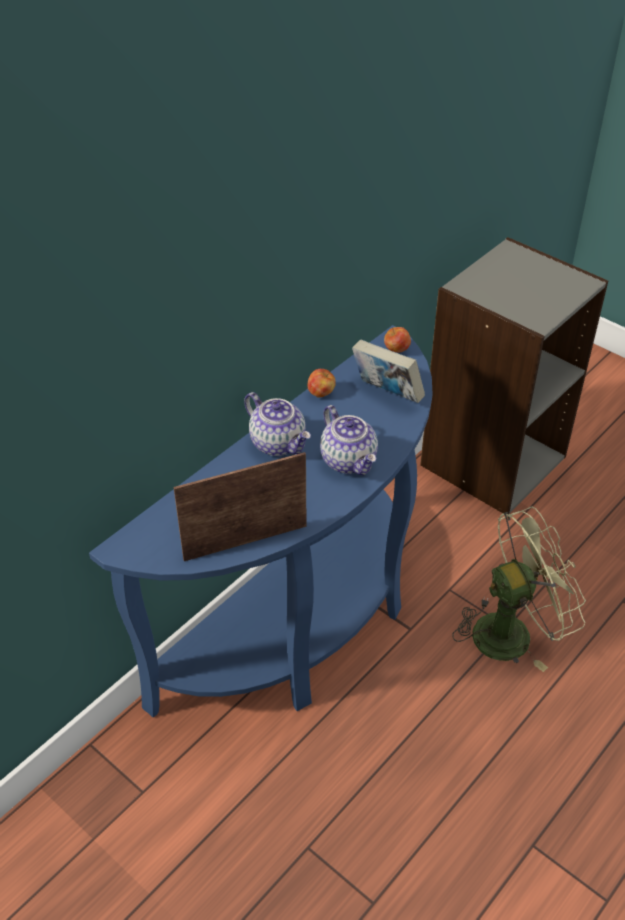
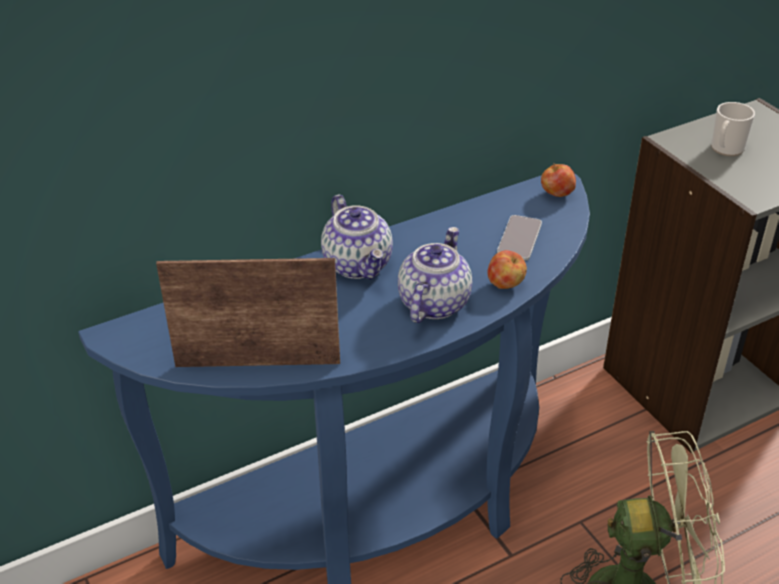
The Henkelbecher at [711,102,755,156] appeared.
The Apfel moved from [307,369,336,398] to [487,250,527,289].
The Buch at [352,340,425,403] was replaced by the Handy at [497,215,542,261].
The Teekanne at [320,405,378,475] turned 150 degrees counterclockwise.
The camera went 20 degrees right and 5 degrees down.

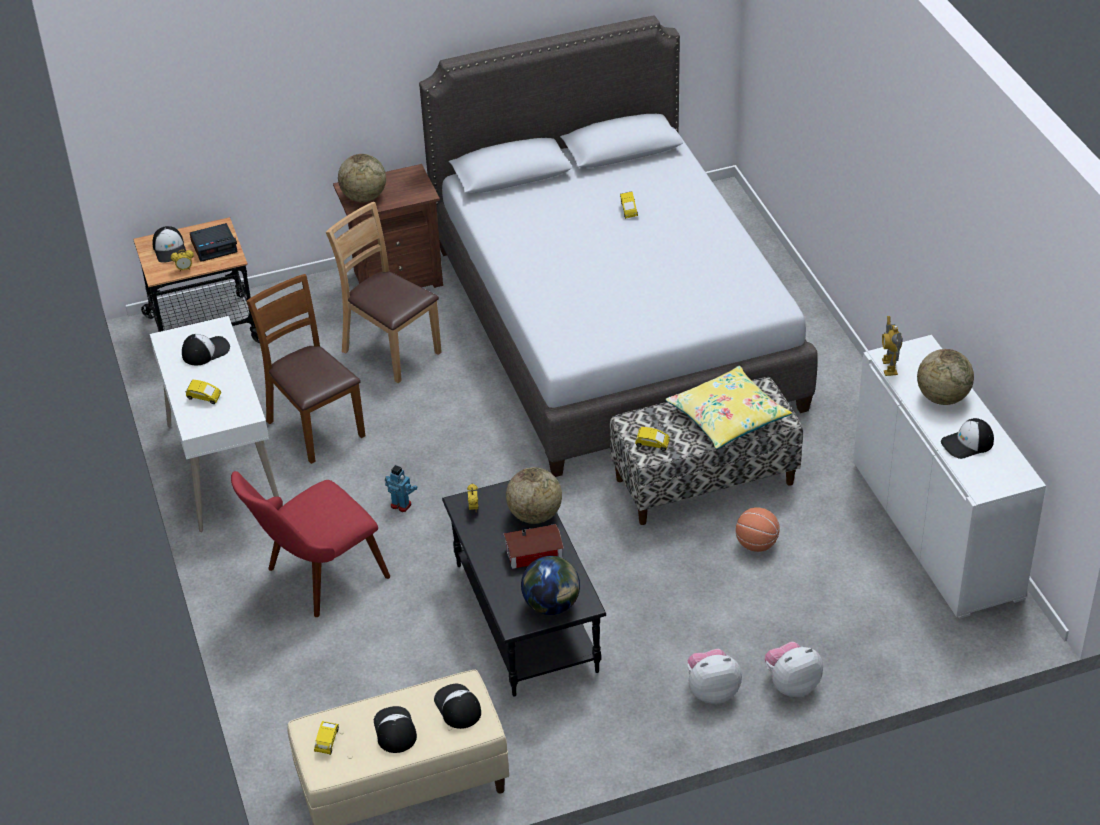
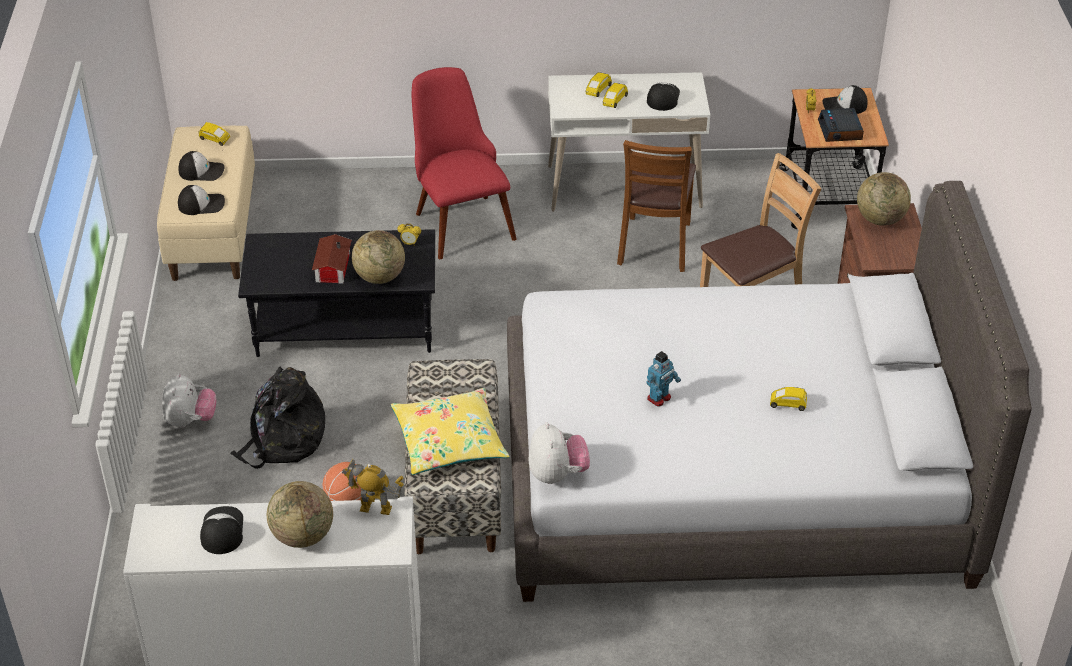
The Globus at [521,556,580,615] disappeared.
The Rucksack (schwarz) at [231,367,325,469] appeared.
The Spielzeugroboter moved from [385,465,418,512] to [646,351,681,407].
The Spielzeugauto (gelb) moved from [635,427,670,451] to [603,83,628,108].
The Plüschtier moved from [765,642,823,697] to [529,422,590,484].
The Kappe at [182,334,230,365] turned 150 degrees counterclockwise.
The Stuhl (braun) at [246,274,365,464] turned 120 degrees clockwise.
The camera went 105 degrees right and 0 degrees up.

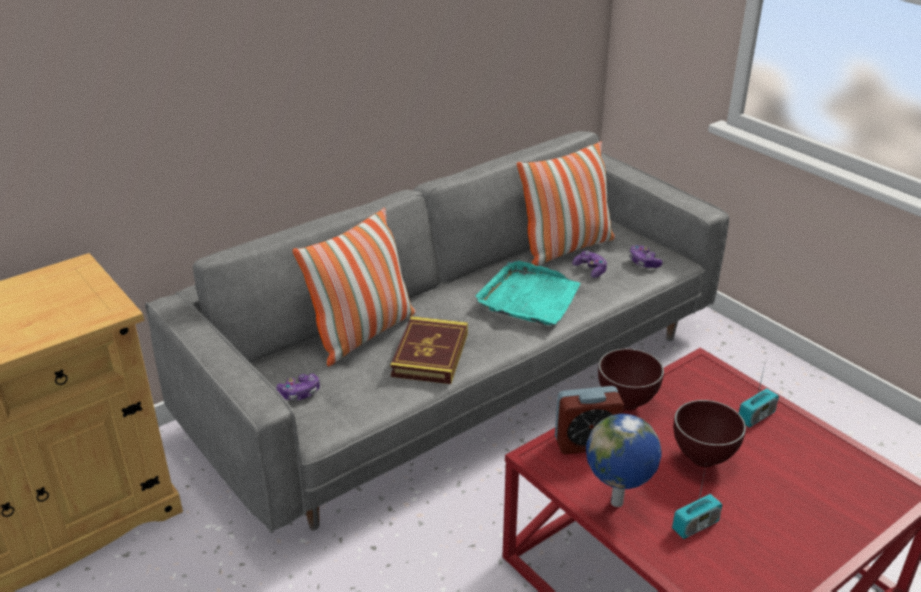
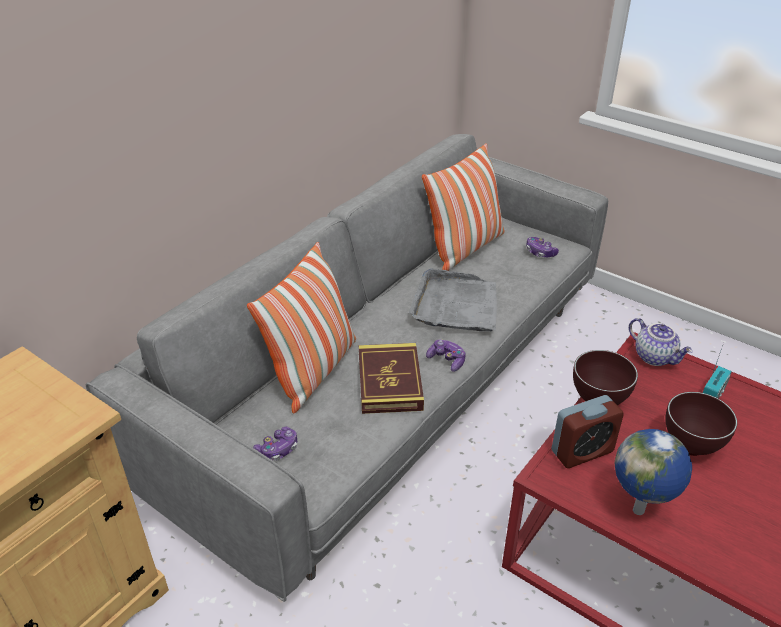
The Radio at [672,466,722,539] disappeared.
The Teekanne at [629,318,693,366] appeared.
The Gamepad moved from [572,251,607,278] to [426,339,465,372].
The Tablett (türkis) at [476,260,581,326] became the Tablett (grau) at [409,269,497,331].
The camera went 15 degrees left and 5 degrees up.

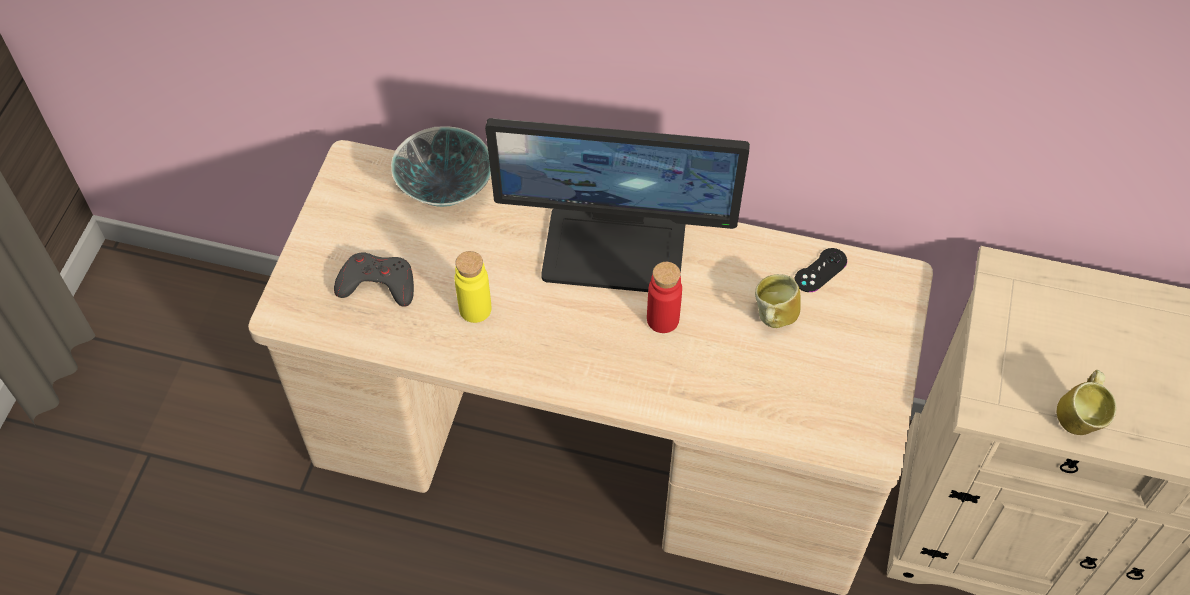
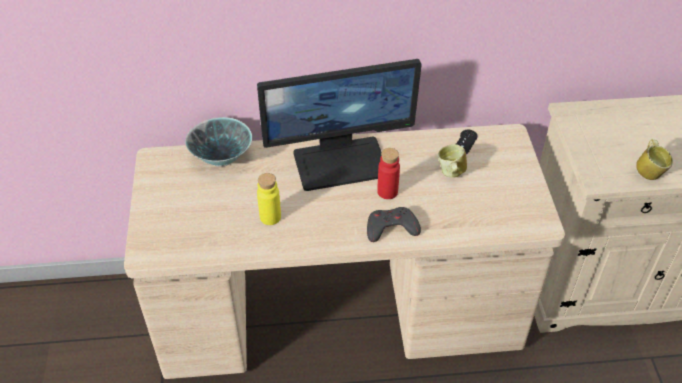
The Gamepad (grau) moved from [334,253,414,306] to [367,207,421,242].
The camera went 20 degrees left and 10 degrees down.

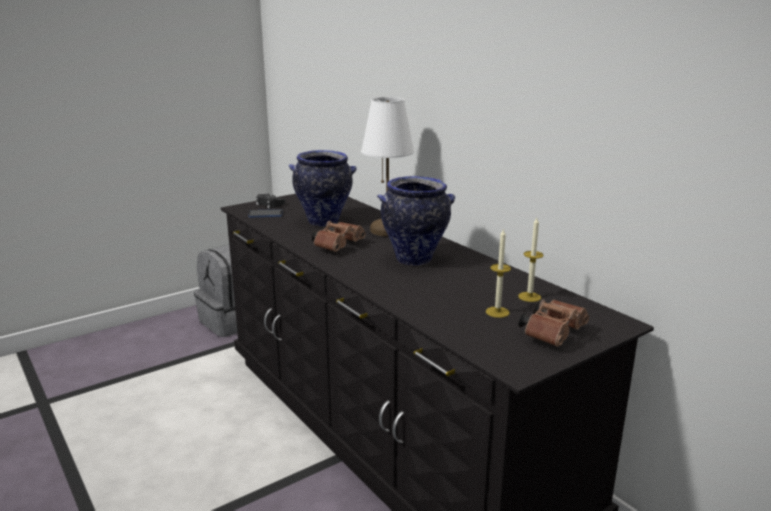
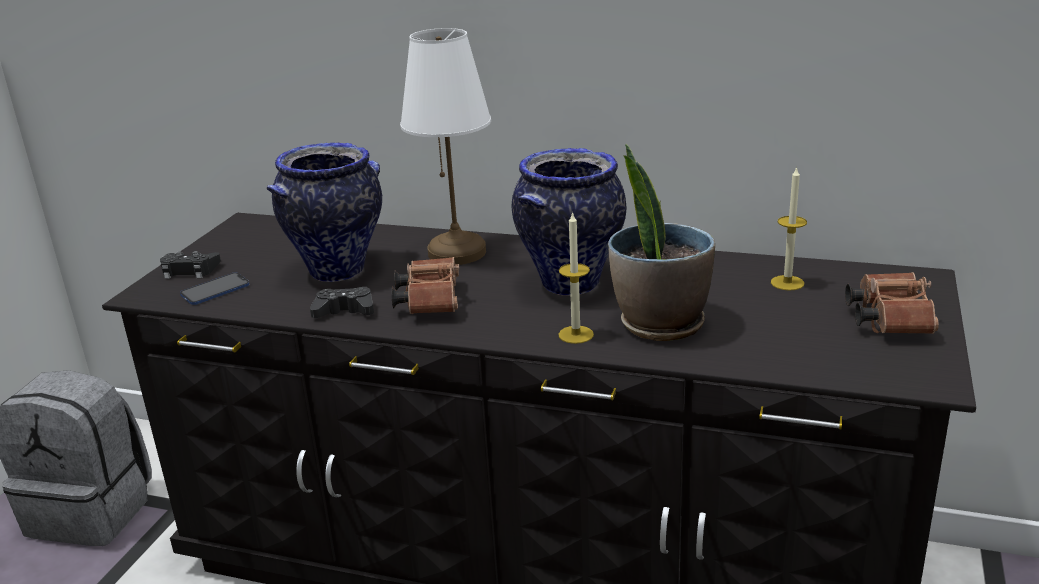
The Gamepad (schwarz) at [310,287,374,318] appeared.
The Topfpflanze at [608,144,715,341] appeared.
The Kerze moved from [486,228,511,318] to [558,211,594,344].
The camera went 35 degrees left and 5 degrees up.

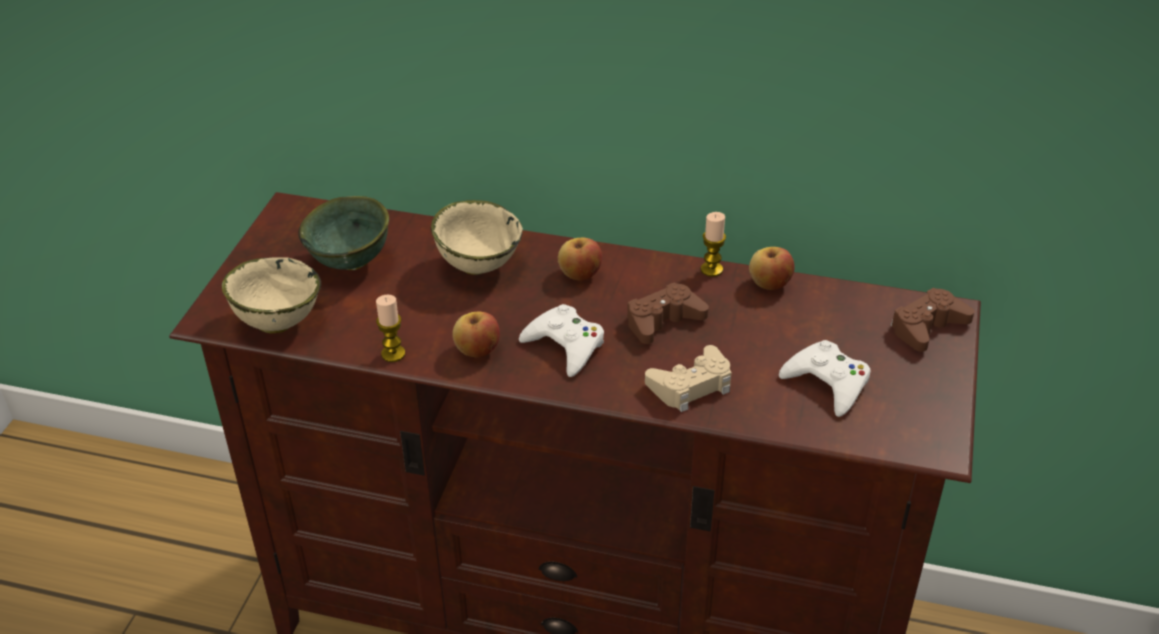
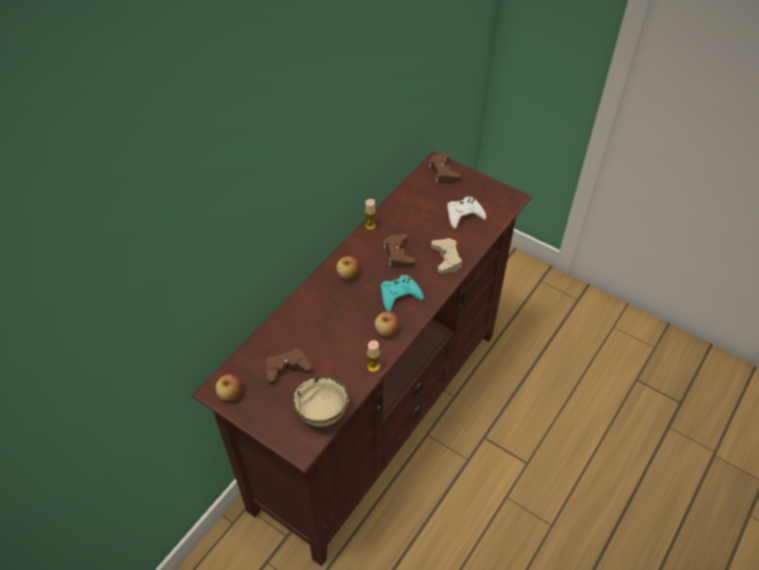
The Schüssel (beige) at [431,200,523,275] disappeared.
The Apfel moved from [749,247,795,290] to [216,374,242,401].
The Schüssel (grün) at [298,196,389,270] was replaced by the Gamepad (braun) at [266,348,312,385].
The Gamepad (weiß) at [519,304,604,377] became the Gamepad (türkis) at [381,275,424,312].
The camera went 70 degrees left and 10 degrees up.

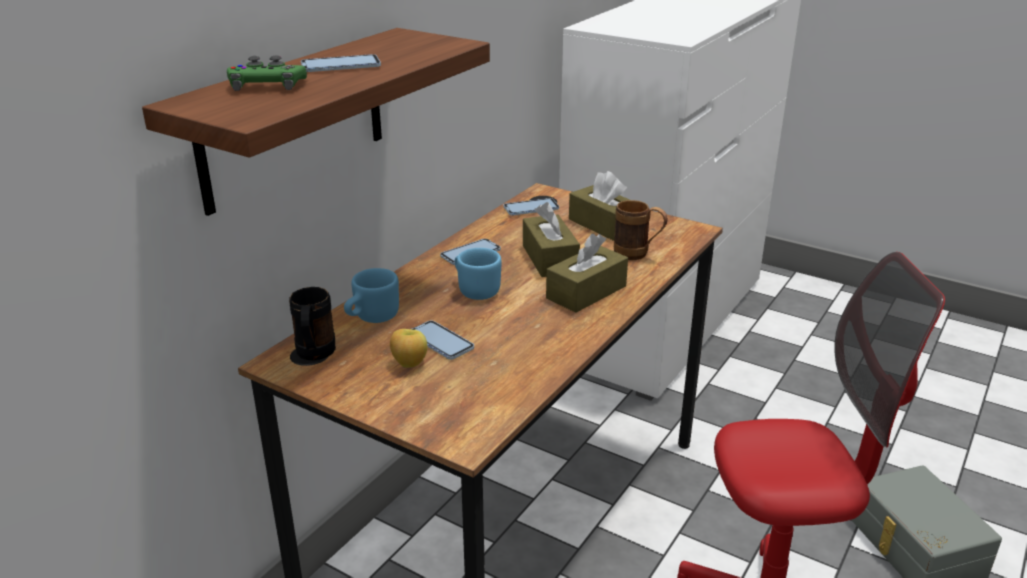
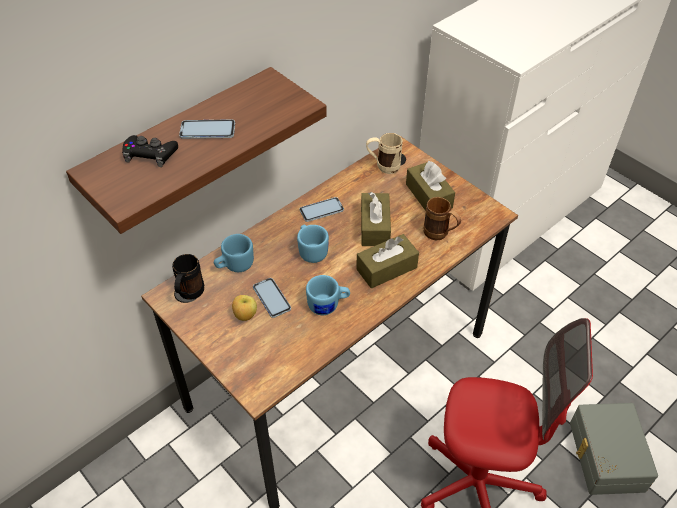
The Henkelbecher (blau) at [306,275,350,315] appeared.
The Handy at [504,198,559,216] was replaced by the Henkelbecher (beige) at [366,133,403,174].
The Gamepad (grün) at [227,56,307,91] became the Gamepad (schwarz) at [122,135,178,167].
The camera went 15 degrees right and 20 degrees up.

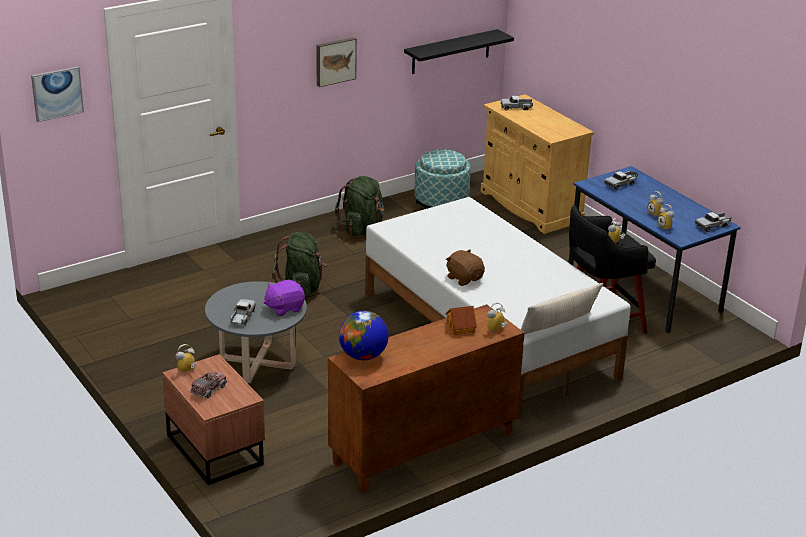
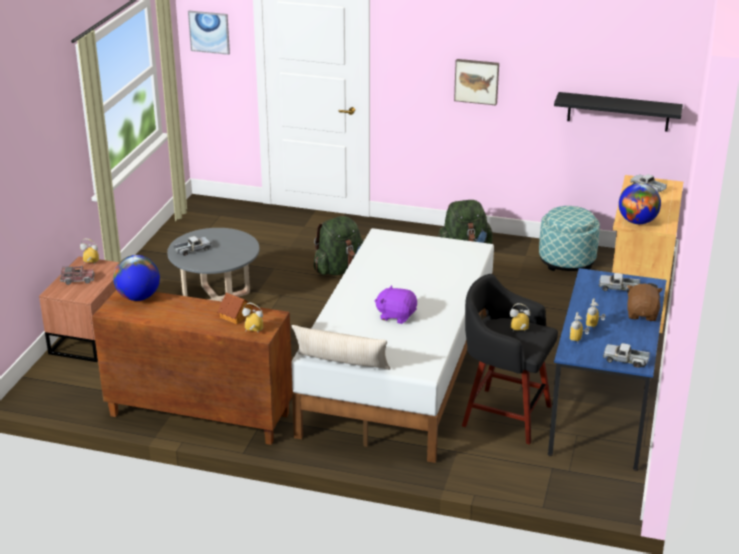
The Globus at [619,183,661,224] appeared.
The Plüschtier (lila) moved from [264,280,305,316] to [374,285,417,324].
The Plüschtier (braun) moved from [446,250,485,286] to [627,284,663,321].
The camera went 50 degrees right and 0 degrees up.

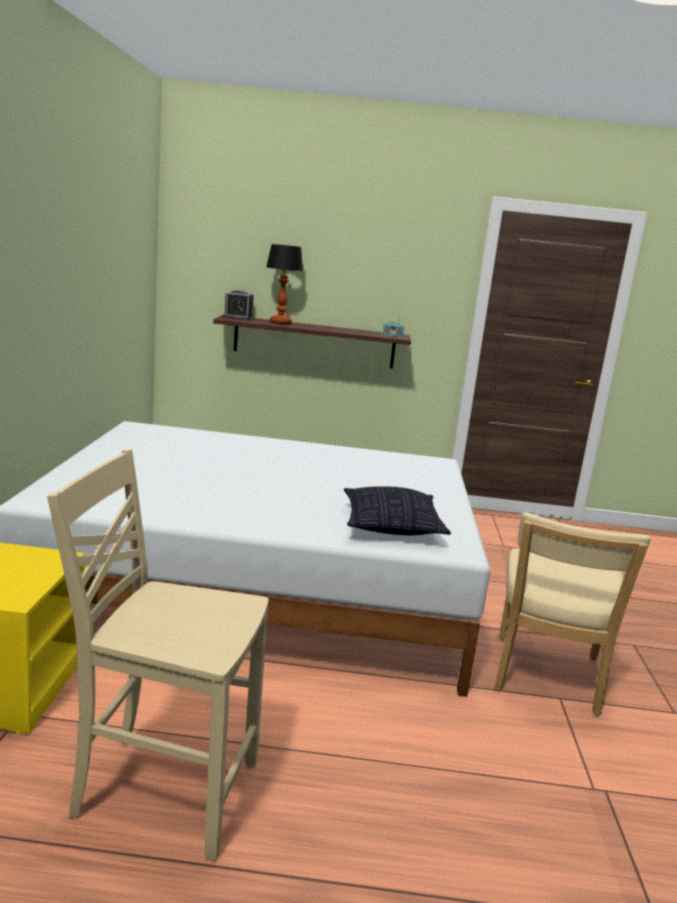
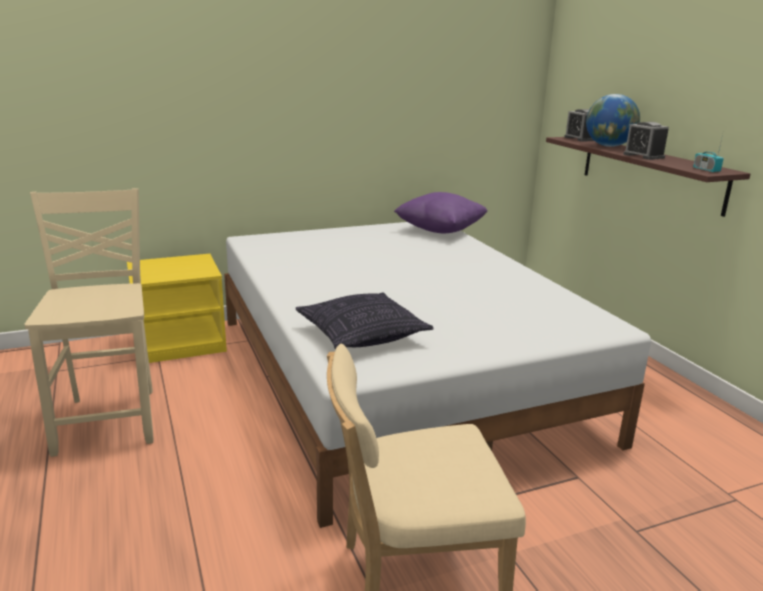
The Kissen (lila) at [394,192,487,233] appeared.
The Wecker at [623,122,669,160] appeared.
The Tischlampe at [266,244,303,324] was replaced by the Globus at [586,94,640,147].
The camera went 65 degrees right and 5 degrees up.

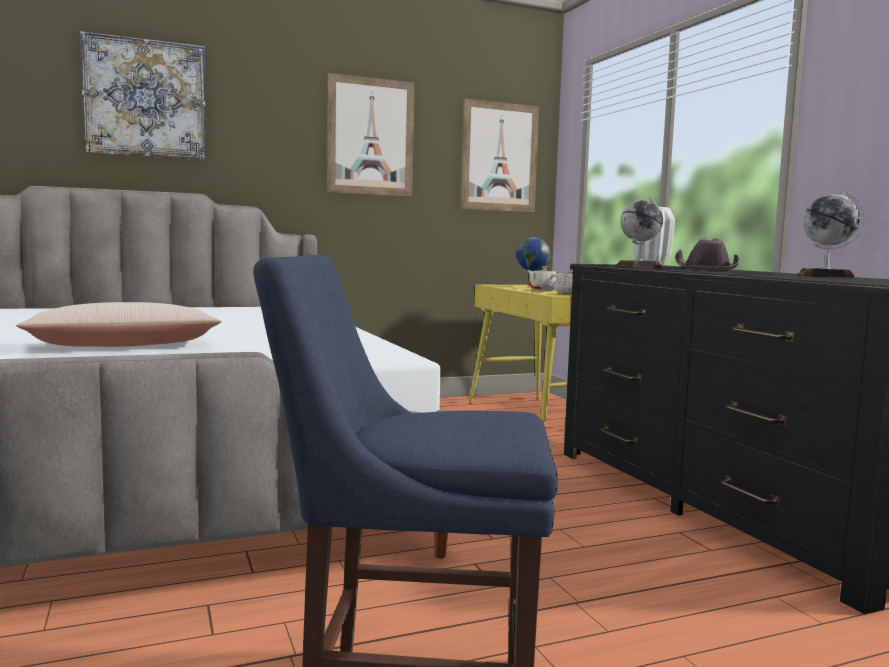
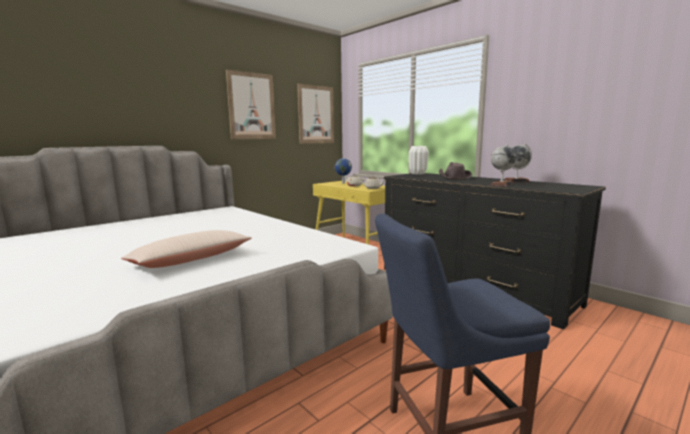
The Bild at [80,31,206,160] disappeared.
The Globus moved from [616,198,663,267] to [490,144,517,187].
The camera went 20 degrees left and 5 degrees up.

